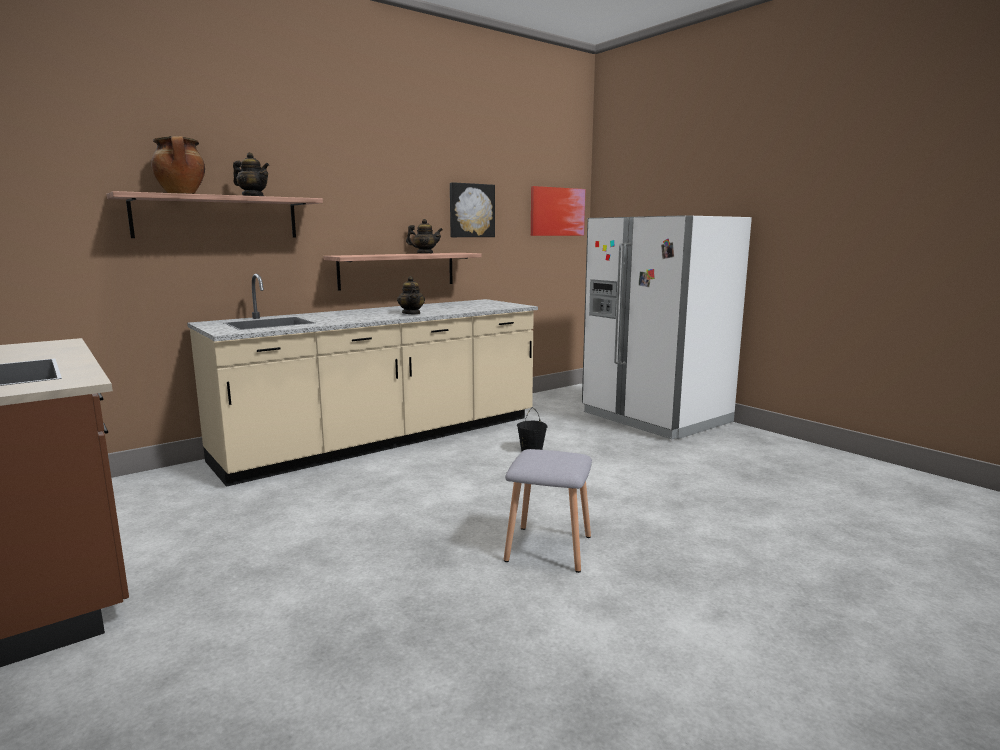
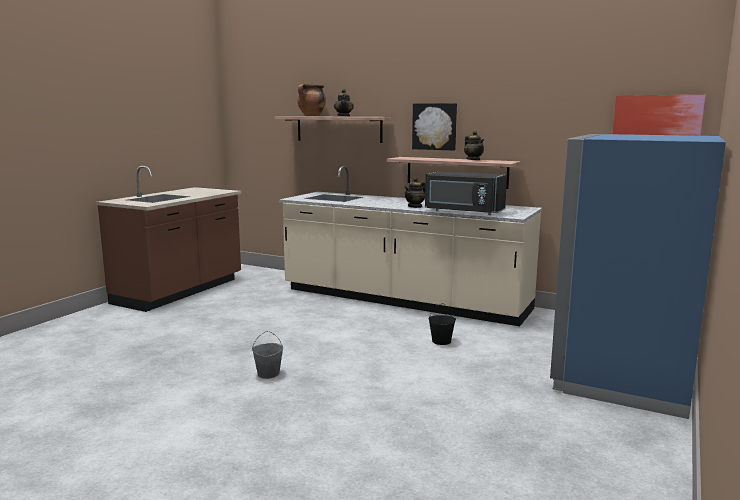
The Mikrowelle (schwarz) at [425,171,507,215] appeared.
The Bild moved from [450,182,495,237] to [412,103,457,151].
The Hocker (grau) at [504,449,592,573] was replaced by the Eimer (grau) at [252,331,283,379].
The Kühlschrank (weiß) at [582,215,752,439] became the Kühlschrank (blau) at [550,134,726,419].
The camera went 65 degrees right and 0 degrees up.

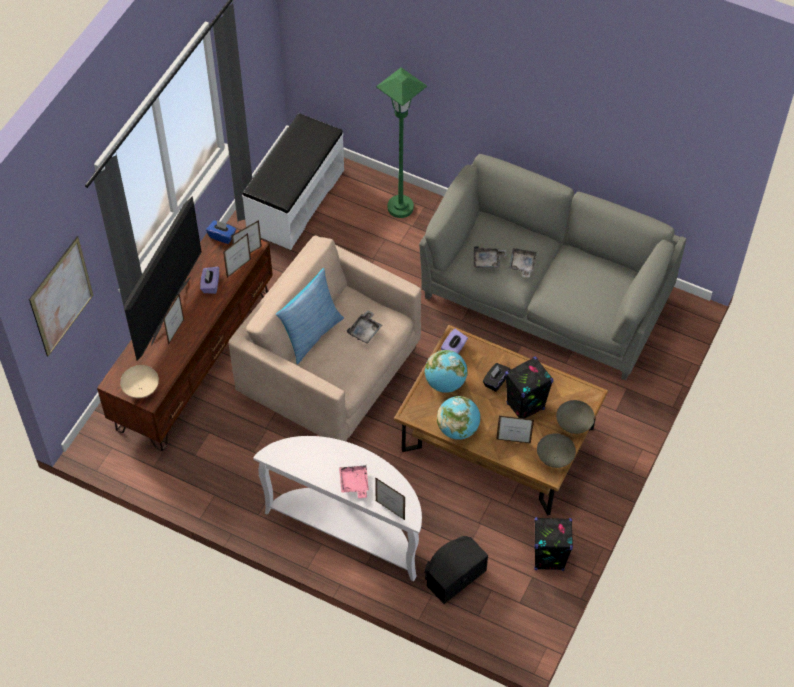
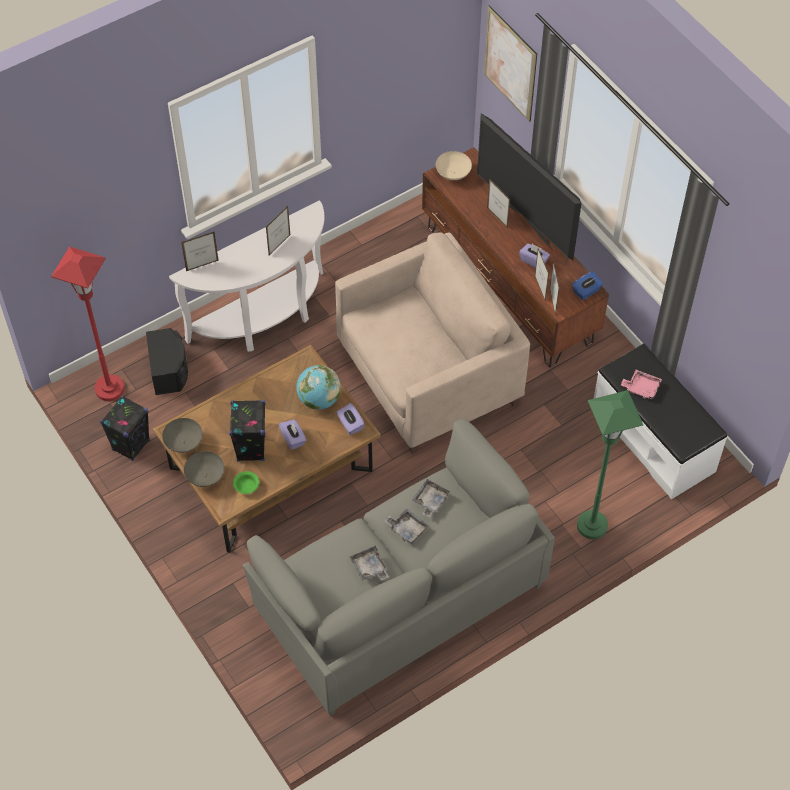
The Kissen at [276,268,344,365] disappeared.
The Globus at [437,396,480,440] disappeared.
The Stehlampe (rot) at [51,246,124,401] appeared.
The Schüssel (grün) at [233,471,259,494] appeared.
The Tablett (rosa) moved from [339,465,369,498] to [621,370,662,399].
The Tablett (grau) moved from [347,310,382,344] to [350,546,389,581].
The Bilderrahmen moved from [496,416,534,443] to [266,206,290,256].
The Taschentuchbox (schwarz) at [482,363,511,392] became the Taschentuchbox (lila) at [279,419,306,450].
The camera went 120 degrees right and 0 degrees up.

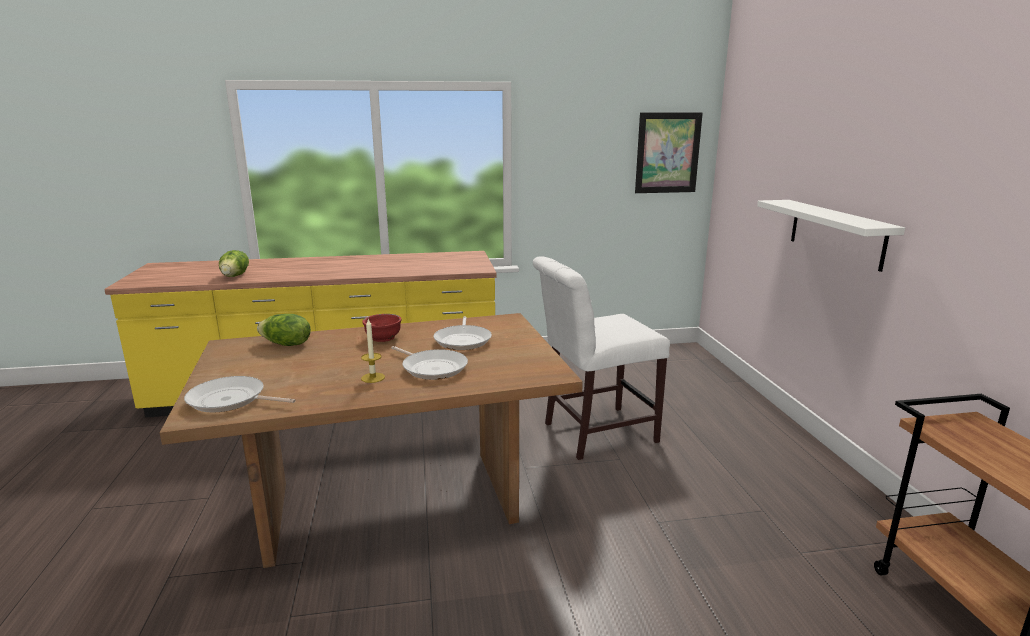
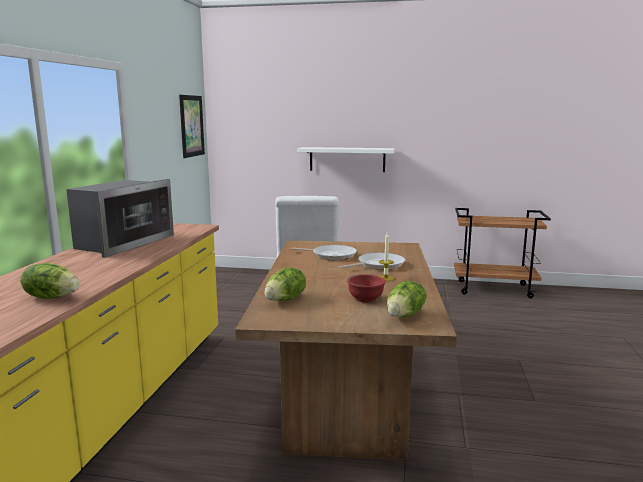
The Mikrowelle at [66,179,174,258] appeared.
The Schüssel (rot) moved from [362,314,401,342] to [347,274,385,303].
The Pfanne at [184,376,296,413] was replaced by the Salatkopf at [387,281,426,318].
The camera went 70 degrees left and 5 degrees down.

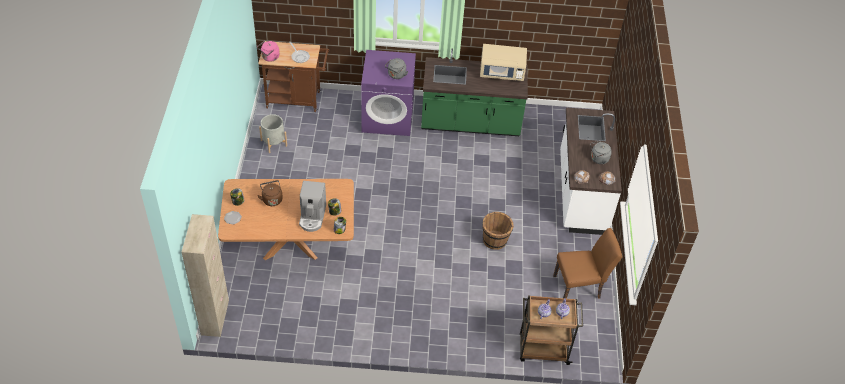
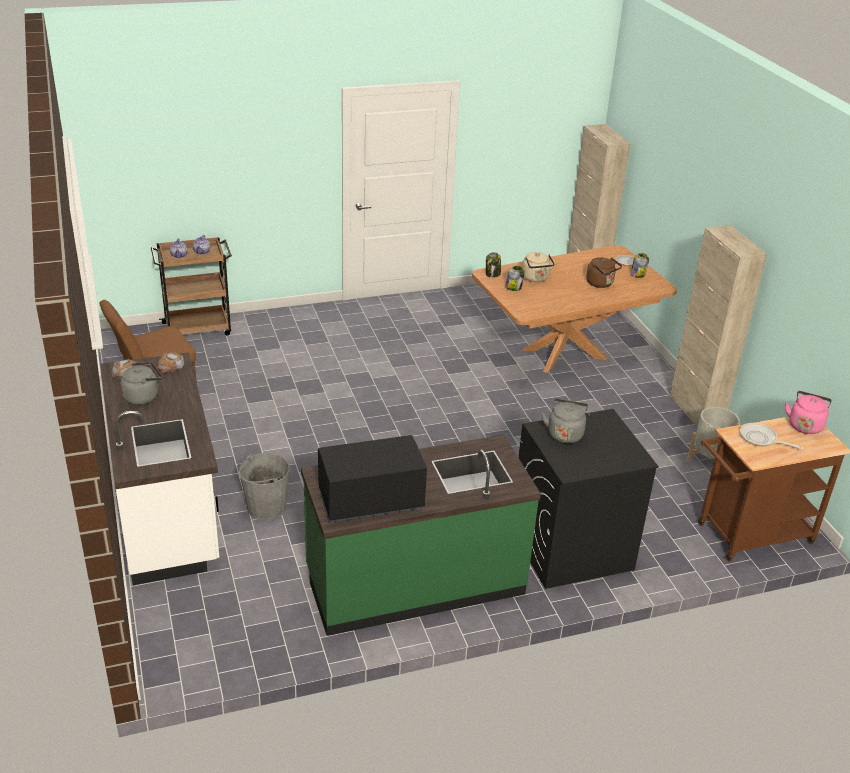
The Eimer (braun) at [482,212,514,250] disappeared.
The Eimer (grau) at [239,453,290,521] appeared.
The Schrank (beige) at [670,225,767,427] appeared.
The Kaffeemaschine at [299,181,326,232] was replaced by the Wasserkessel (beige) at [522,252,556,282].
The Waschmaschine (lila) at [361,50,416,136] became the Waschmaschine (schwarz) at [518,409,659,589].
The Mikrowelle (beige) at [480,44,527,81] became the Mikrowelle (schwarz) at [318,435,427,522].
The camera went 160 degrees right and 15 degrees down.

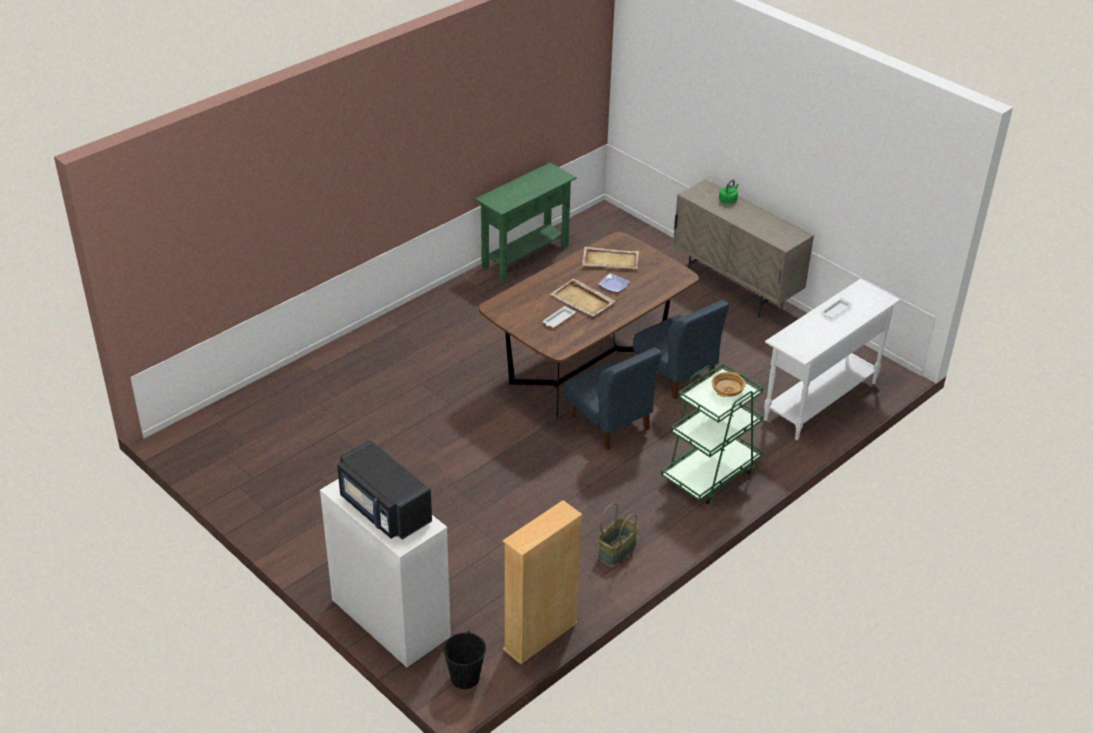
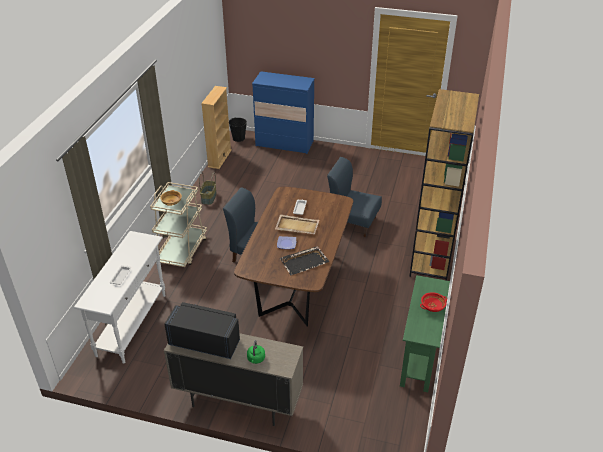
The Bücherregal (braun) at [409,89,480,281] appeared.
The Schüssel (rot) at [420,292,447,312] appeared.
The Mikrowelle (schwarz) moved from [337,440,432,540] to [164,302,240,359].
The Stuhl (blau) moved from [633,300,729,399] to [327,157,382,237].
The Kommode (weiß) at [320,479,451,667] became the Kommode (blau) at [252,71,315,154].
The Tablett (beige) at [582,247,639,269] became the Tablett (schwarz) at [280,246,329,275].
The Rollwagen (grün) at [661,363,763,504] became the Rollwagen (beige) at [150,182,207,267].
The camera went 150 degrees right and 0 degrees up.

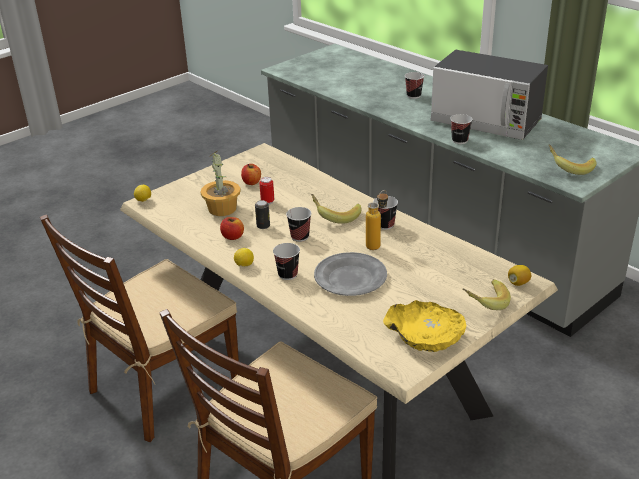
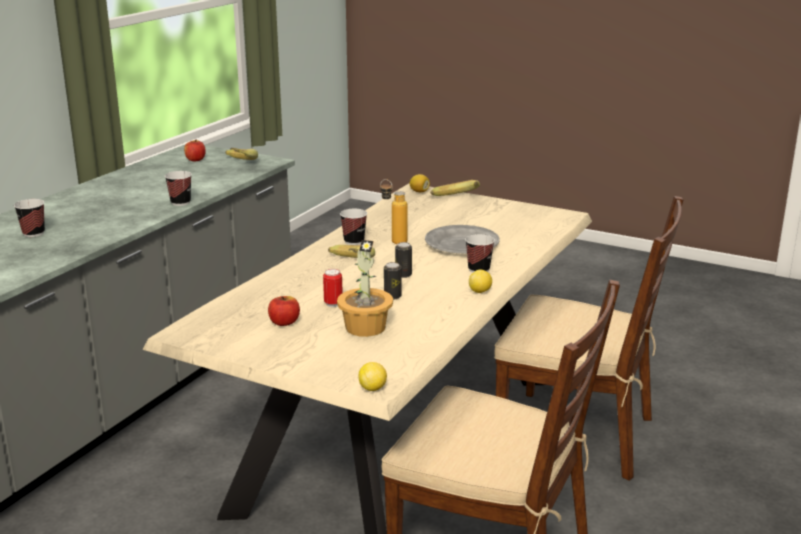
The Schüssel (gelb) at [383,300,467,352] disappeared.
The Mikrowelle at [430,50,548,140] disappeared.
The Apfel moved from [220,217,244,240] to [184,140,206,161].
The Tasse at [286,207,311,242] was replaced by the Dose at [395,242,412,278].
The camera went 110 degrees left and 10 degrees down.

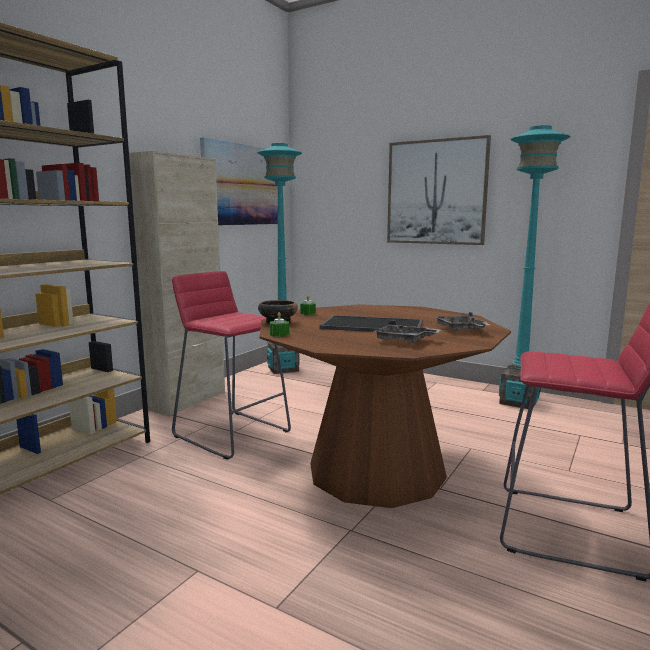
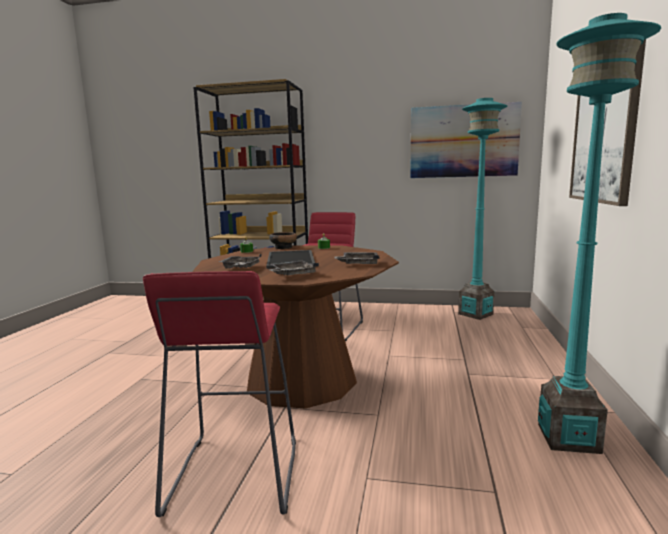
The Schrank (beige) at [129,151,225,416] disappeared.
The Tablett (grau) at [334,252,380,264] appeared.
The camera went 70 degrees right and 0 degrees up.

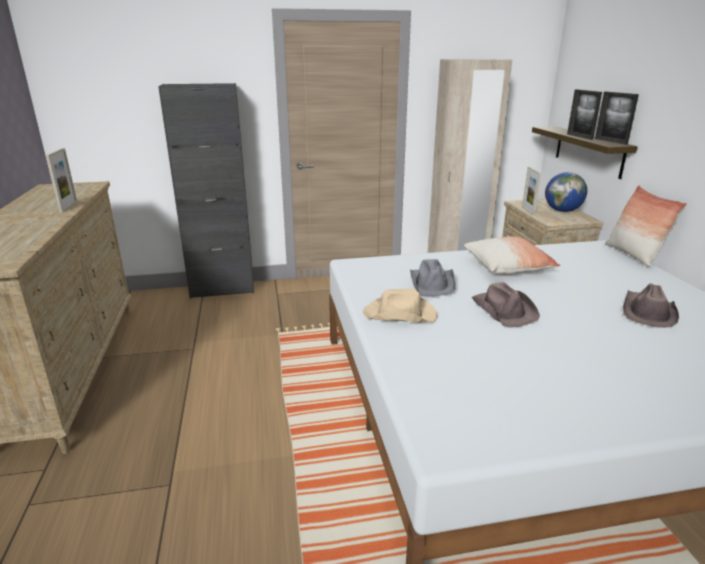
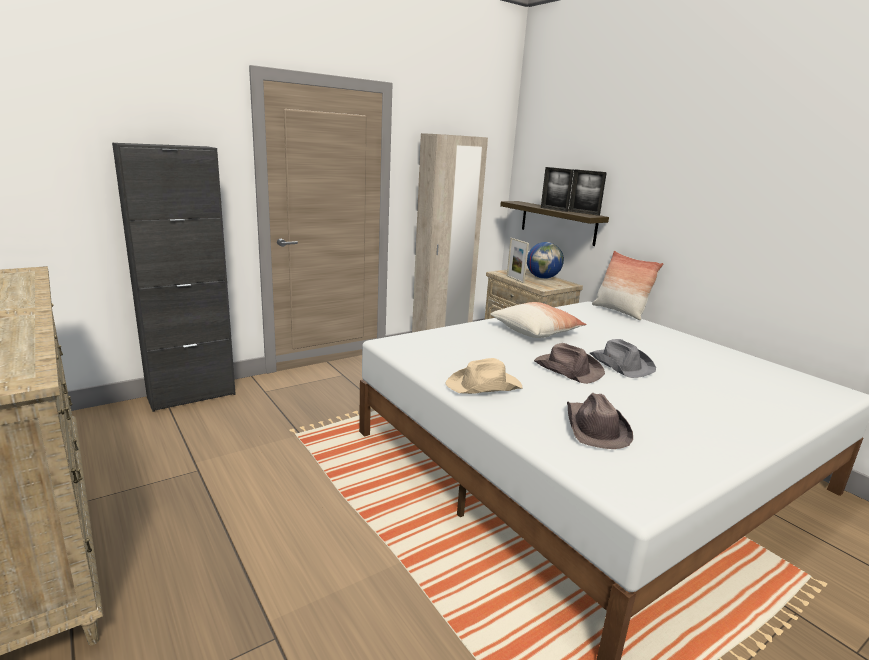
The Bilderrahmen at [46,148,77,213] disappeared.
The Hut (grau) moved from [410,259,455,297] to [590,339,656,378].
The Hut (braun) moved from [623,283,679,328] to [567,393,633,449].
The camera went 25 degrees left and 5 degrees down.

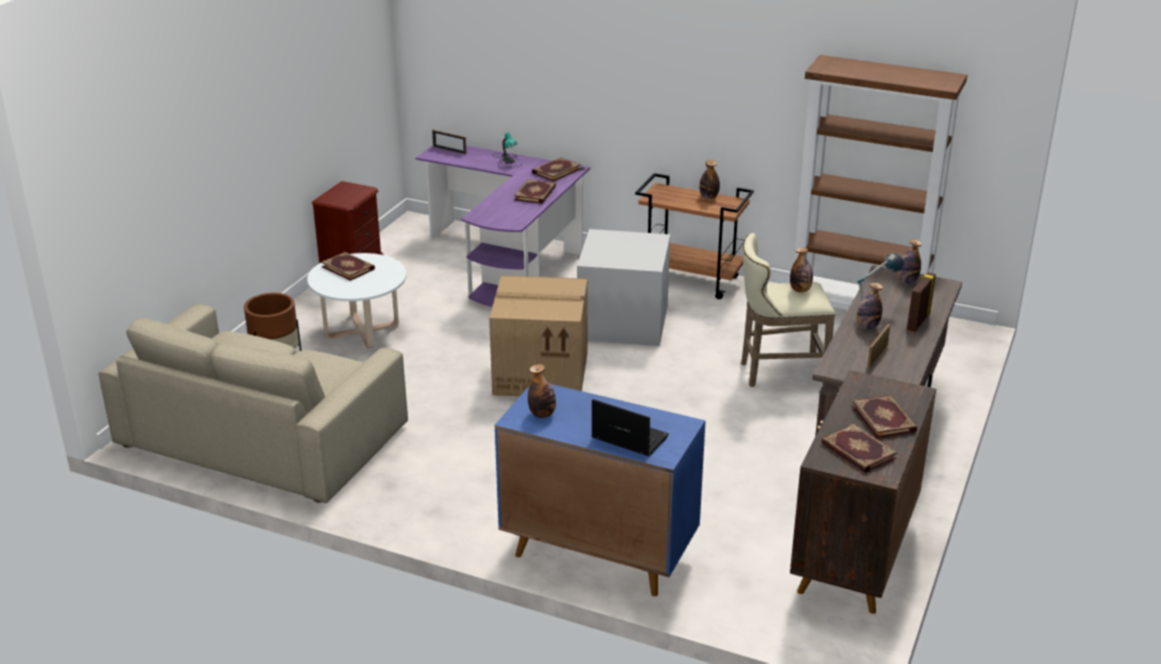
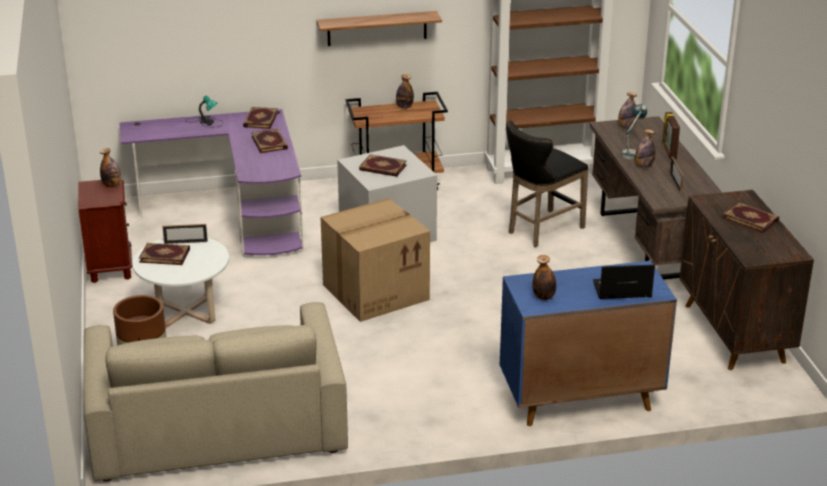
The Wandregal at [316,11,442,46] appeared.
The Bilderrahmen moved from [432,130,467,155] to [162,224,208,244].
The Flasche moved from [790,248,813,292] to [100,148,121,187].
The Buch moved from [821,424,898,473] to [359,154,407,177].
The Hocker (beige) at [741,233,835,387] became the Hocker (schwarz) at [506,121,589,247].
The camera went 35 degrees left and 0 degrees up.

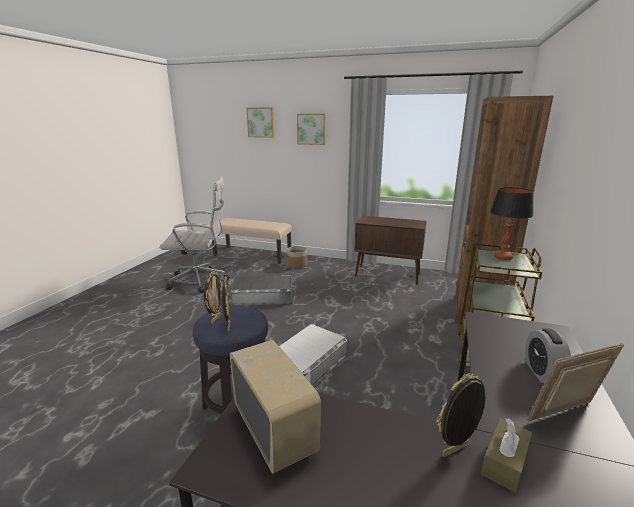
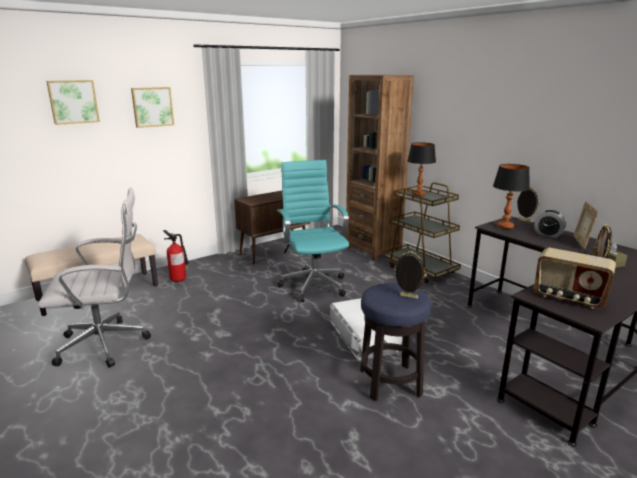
The Aufbewahrungsbox (grau) at [231,275,292,306] disappeared.
The Bürostuhl (türkis) at [277,160,349,302] appeared.
The Tischlampe at [493,164,530,229] appeared.
The Bilderrahmen moved from [204,271,222,324] to [517,187,540,223].
The Pflanzkübel at [287,246,307,269] was replaced by the Feuerlöscher at [163,230,189,282].
The Bürostuhl (weiß) at [159,176,229,293] turned 45 degrees clockwise.
The Radio at [230,340,322,474] turned 150 degrees counterclockwise.
The camera went 55 degrees left and 0 degrees up.

